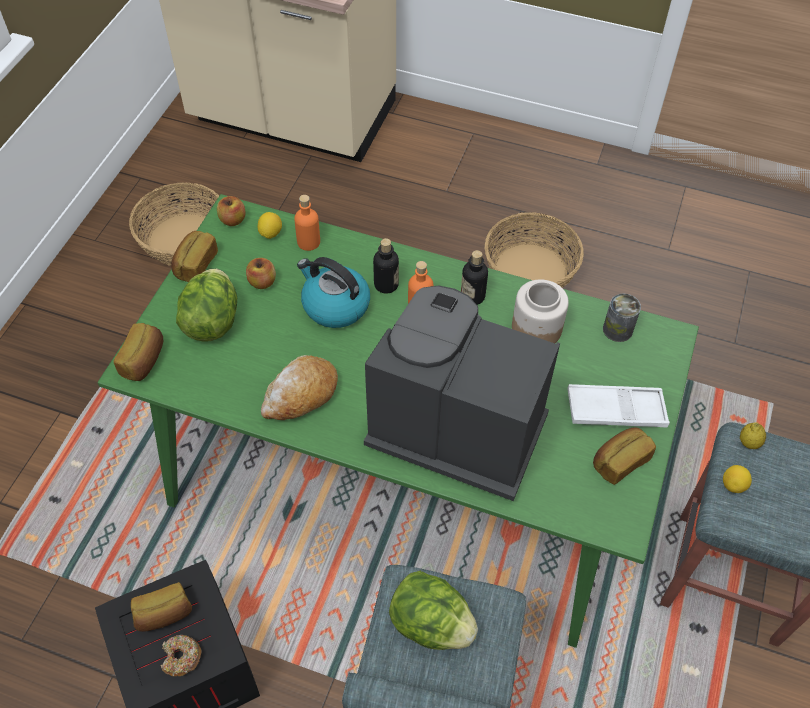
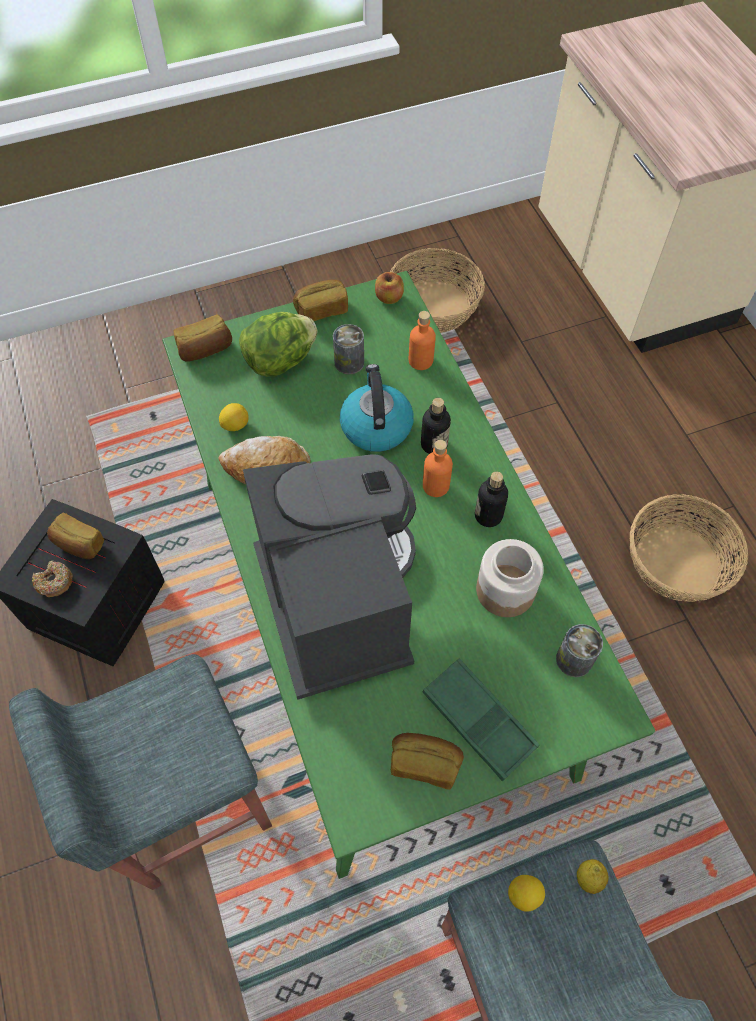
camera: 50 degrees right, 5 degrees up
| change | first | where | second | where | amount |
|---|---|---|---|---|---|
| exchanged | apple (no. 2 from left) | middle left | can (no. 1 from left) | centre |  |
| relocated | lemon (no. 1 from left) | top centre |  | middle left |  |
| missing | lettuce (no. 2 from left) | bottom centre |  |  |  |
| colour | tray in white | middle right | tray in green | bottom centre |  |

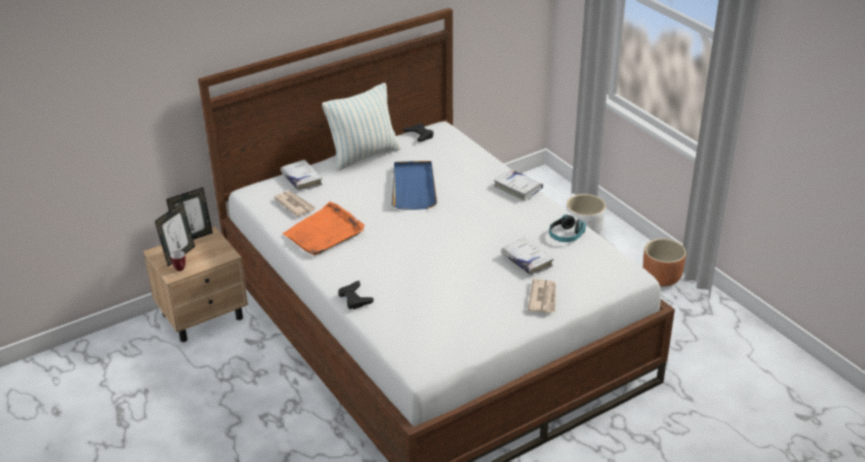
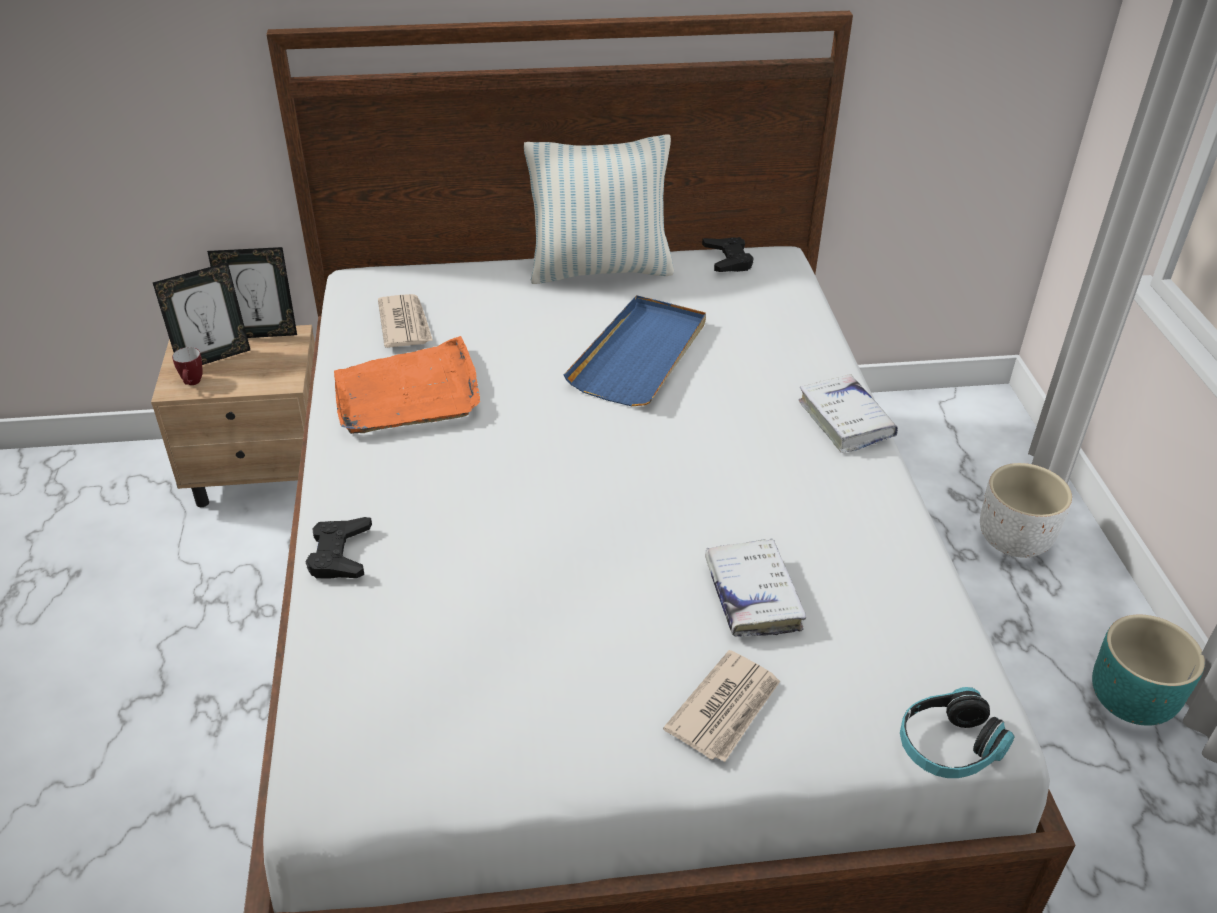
camera: 25 degrees right, 5 degrees up
| change | first | where | second | where | amount |
|---|---|---|---|---|---|
| missing | book in white (no. 1 from left) | centre |  |  |  |
| relocated | headphones | centre |  | bottom right |  |
| colour | planter in brown | middle right | planter in turquoise | bottom right |  |

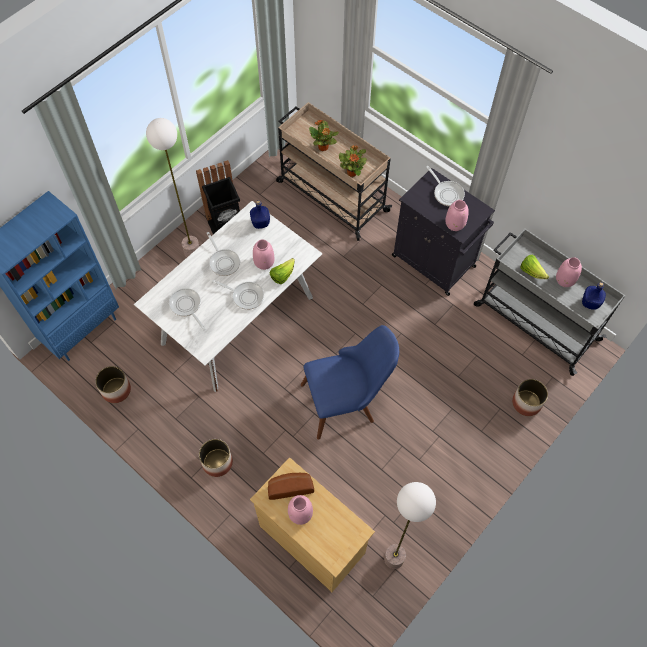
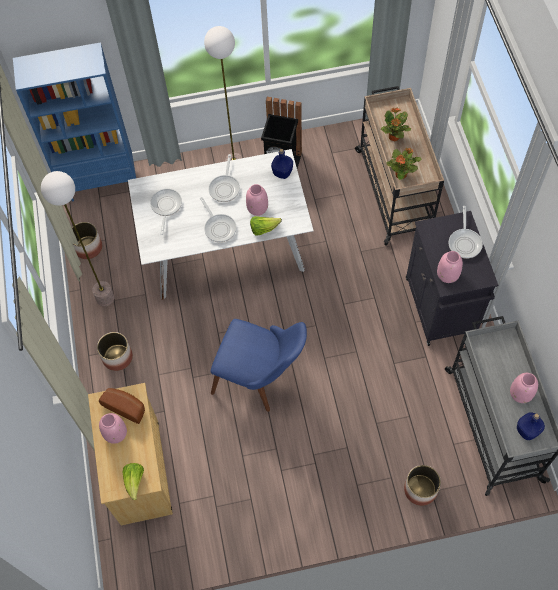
camera: 40 degrees right, 0 degrees up
| change | first | where | second | where | amount |
|---|---|---|---|---|---|
| relocated | floor lamp (no. 2 from left in the first image) | bottom centre | floor lamp (no. 1 from left) | middle left |  |
| relocated | lettuce (no. 2 from left in the first image) | middle right | lettuce (no. 1 from left) | bottom left |  |

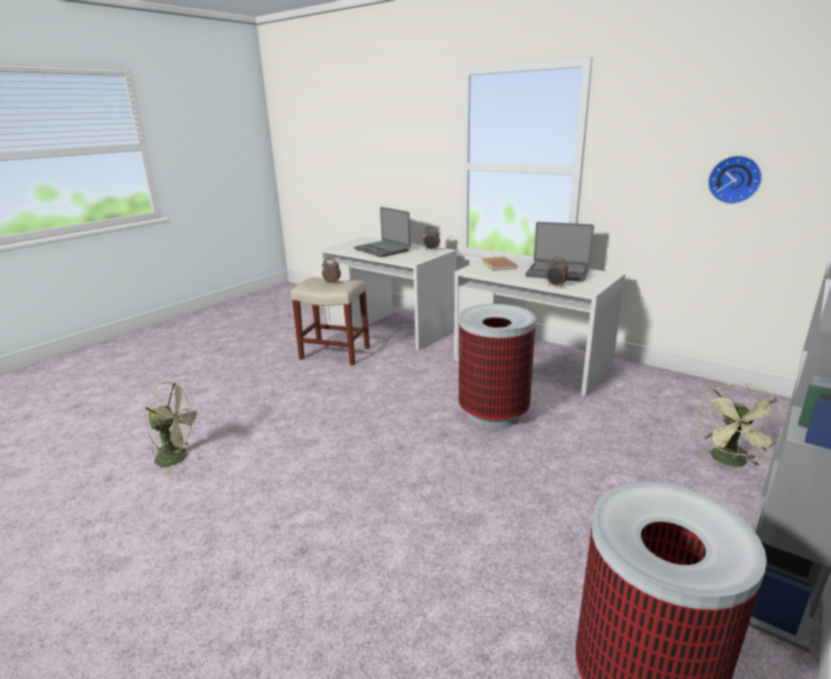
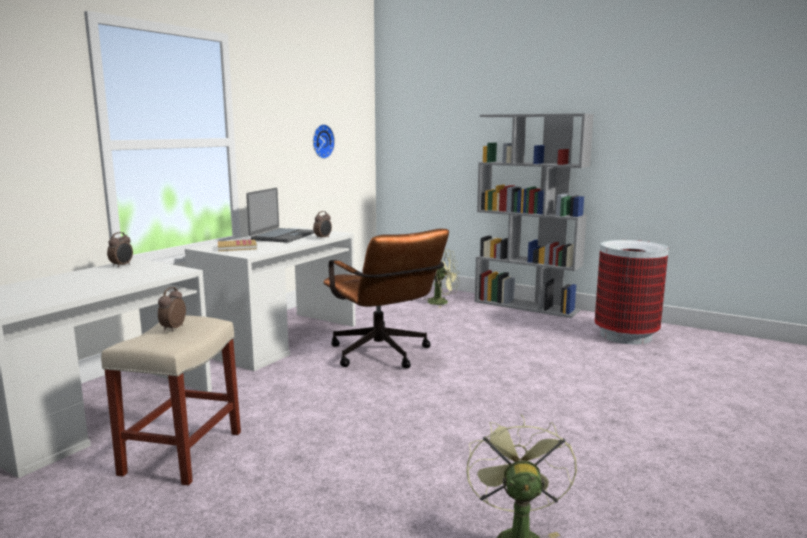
camera: 95 degrees left, 10 degrees down
| change | first | where | second | where | amount |
|---|---|---|---|---|---|
| missing | laptop (no. 1 from left) | centre |  |  |  |
| exchanged | trash can (no. 1 from left) | centre | office chair in brown | centre |  |

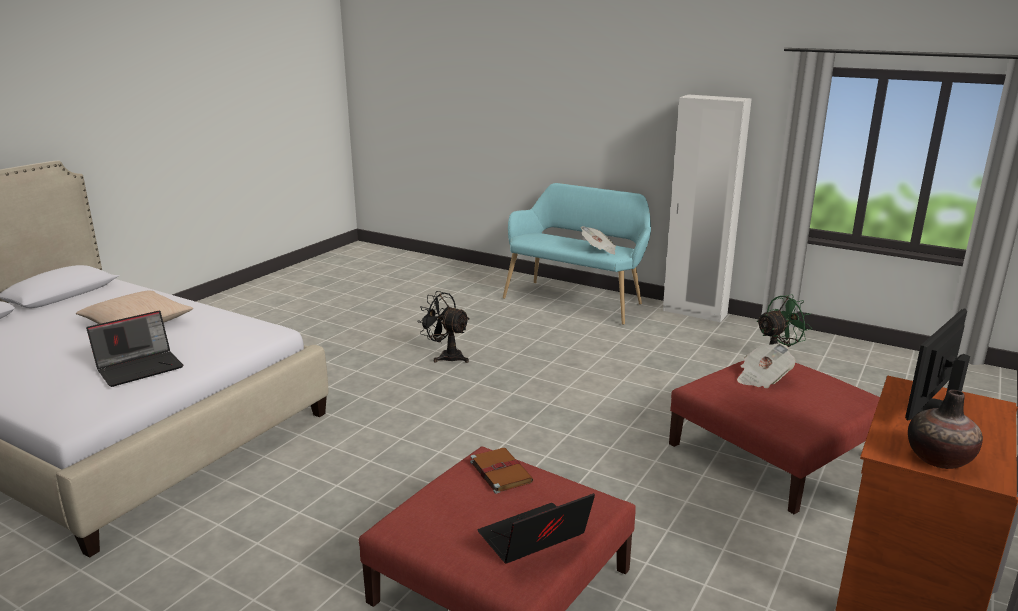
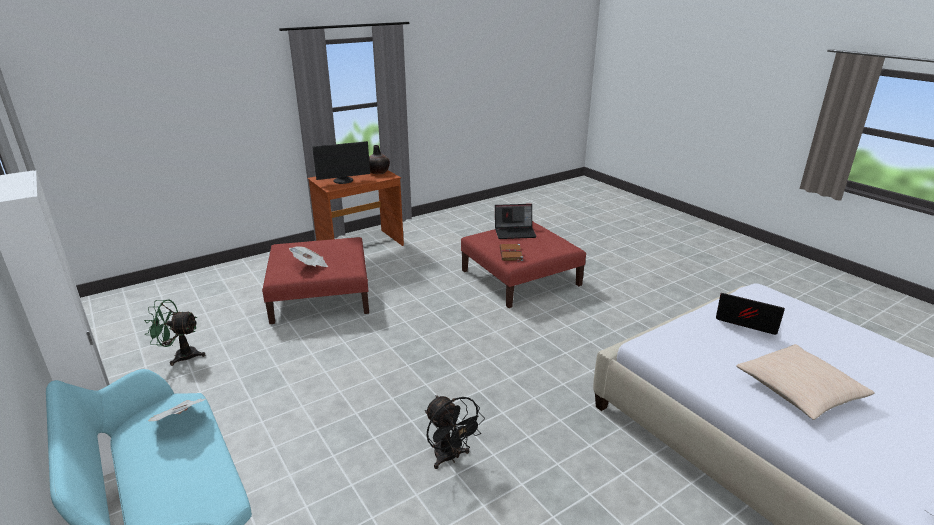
camera: 155 degrees left, 5 degrees up
| change | first | where | second | where | amount |
|---|---|---|---|---|---|
| spun | laptop (no. 1 from left in the first image) | middle left | laptop (no. 2 from left) | middle right | 45 degrees clockwise |

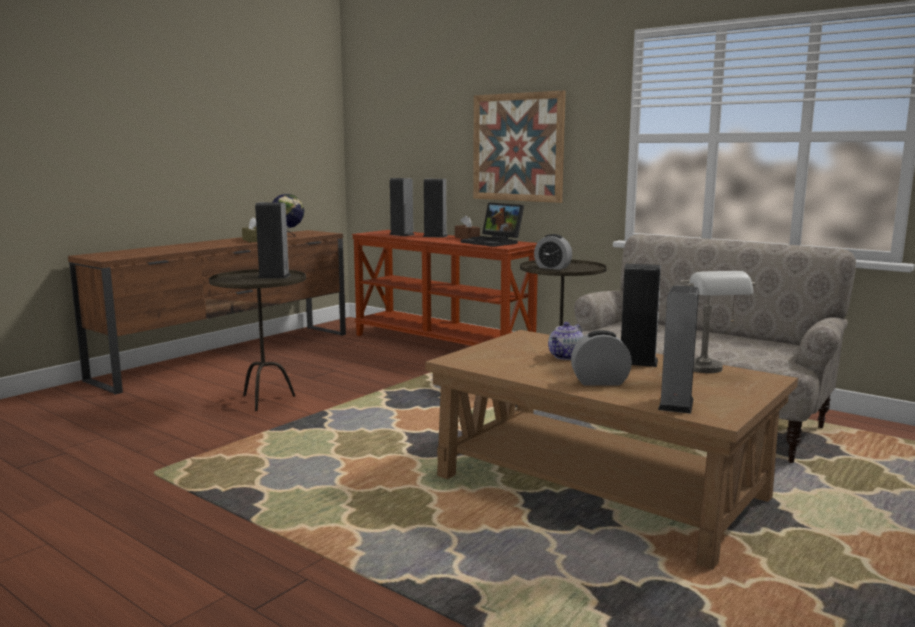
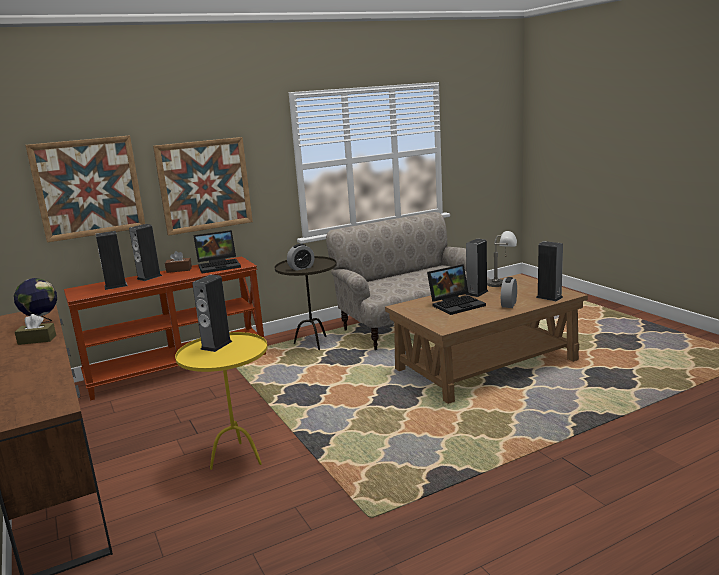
camera: 65 degrees left, 5 degrees up
| change | first | where | second | where | amount |
|---|---|---|---|---|---|
| colour | side table in brown (no. 1 from left) | middle left | side table in yellow | bottom left |  |
| exchanged | teapot | centre | laptop (no. 2 from left) | centre |  |
| appeared |  |  | picture (no. 1 from left) | top left |  |

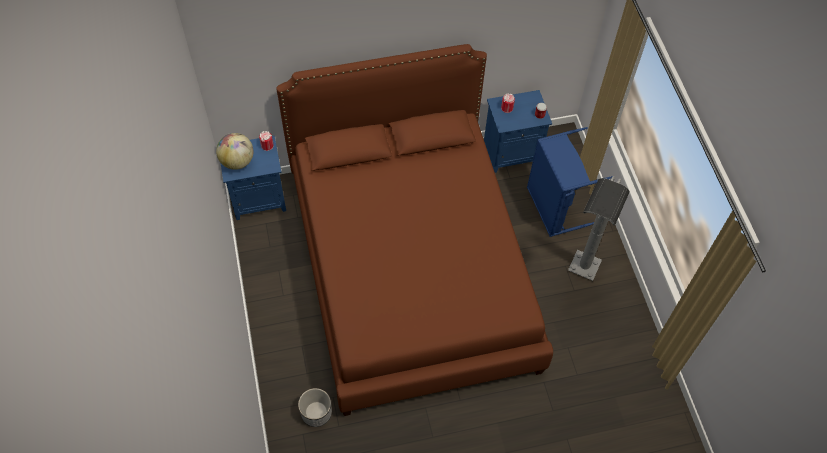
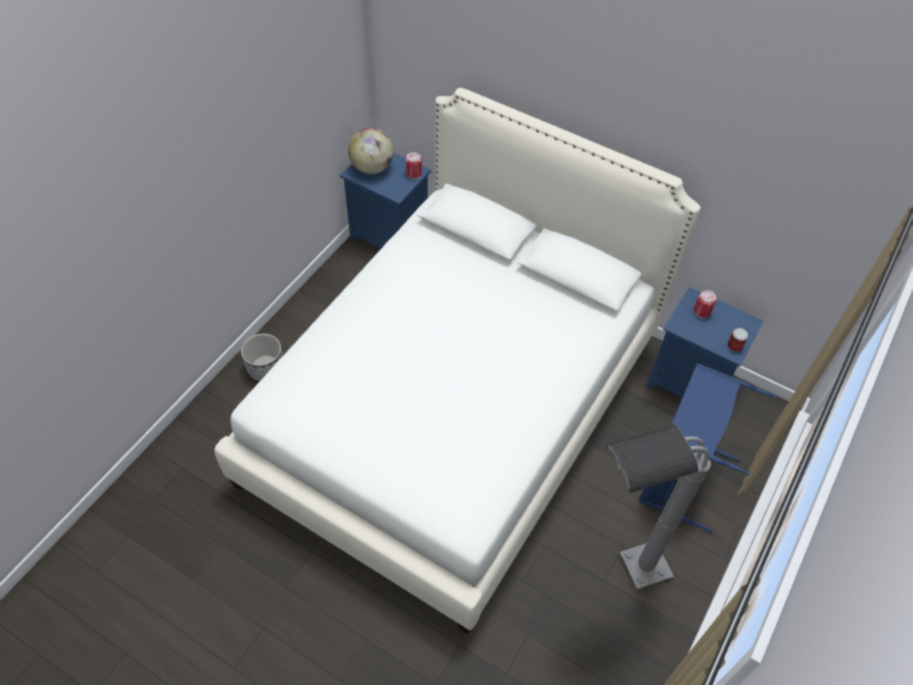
camera: 45 degrees right, 5 degrees down
| change | first | where | second | where | amount |
|---|---|---|---|---|---|
| colour | bed in brown | centre | bed in white | centre |  |
| relocated | planter | bottom centre |  | middle left |  |

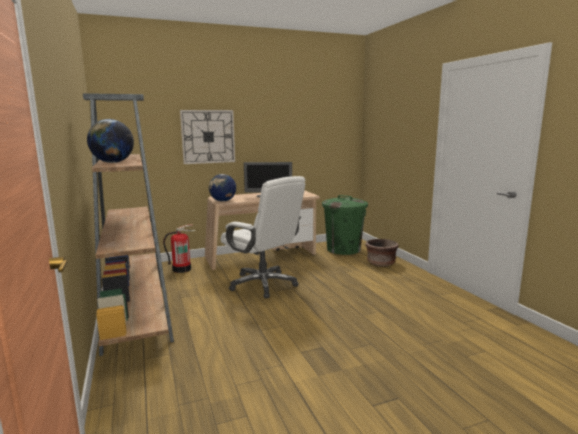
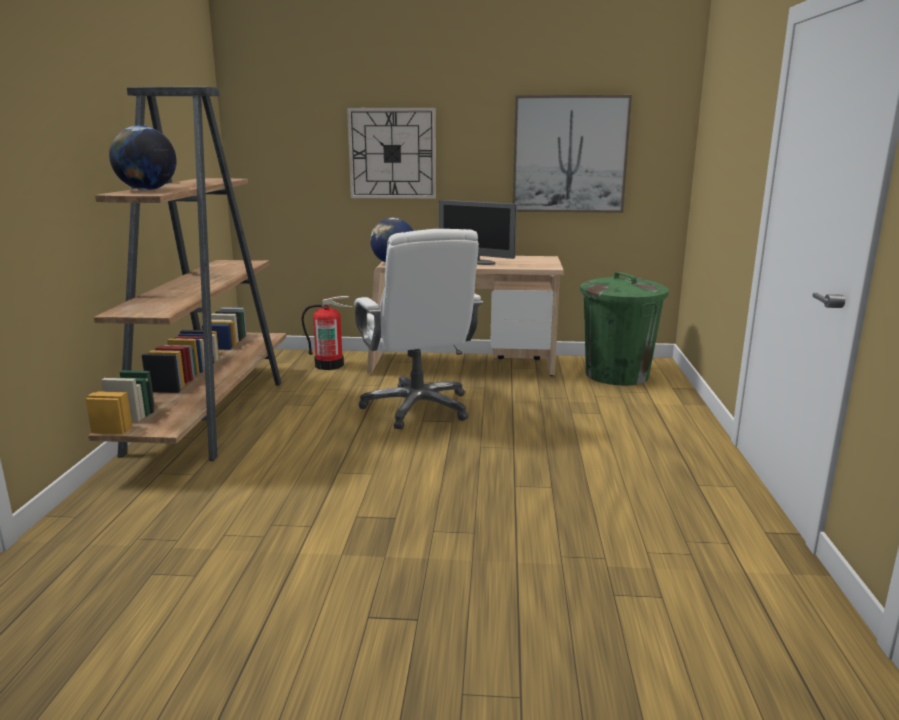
camera: 25 degrees right, 5 degrees up
| change | first | where | second | where | amount |
|---|---|---|---|---|---|
| missing | planter in brown | centre |  |  |  |
| appeared |  |  | picture | top centre |  |

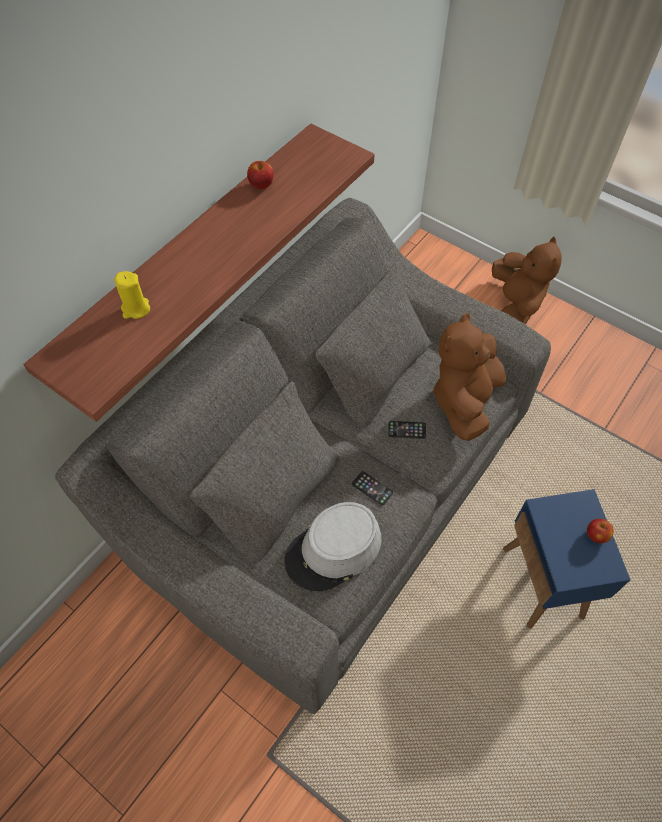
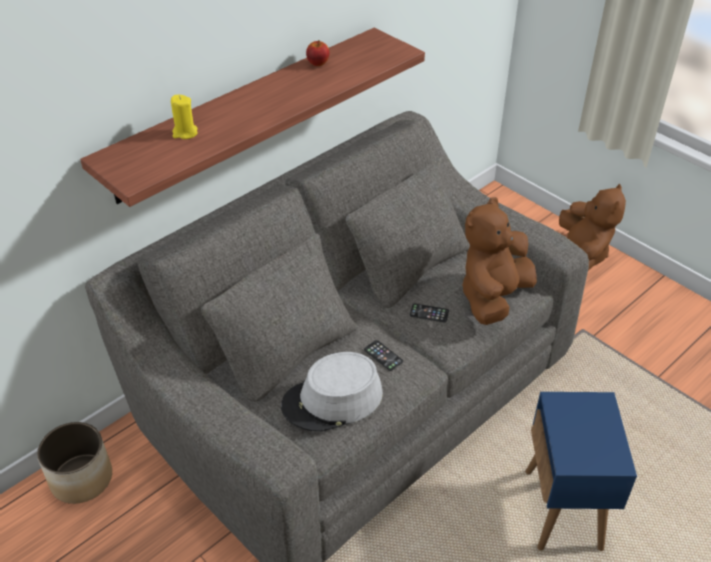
camera: 10 degrees right, 15 degrees down
| change | first | where | second | where | amount |
|---|---|---|---|---|---|
| missing | apple (no. 2 from left) | middle right |  |  |  |
| appeared |  |  | planter | bottom left |  |

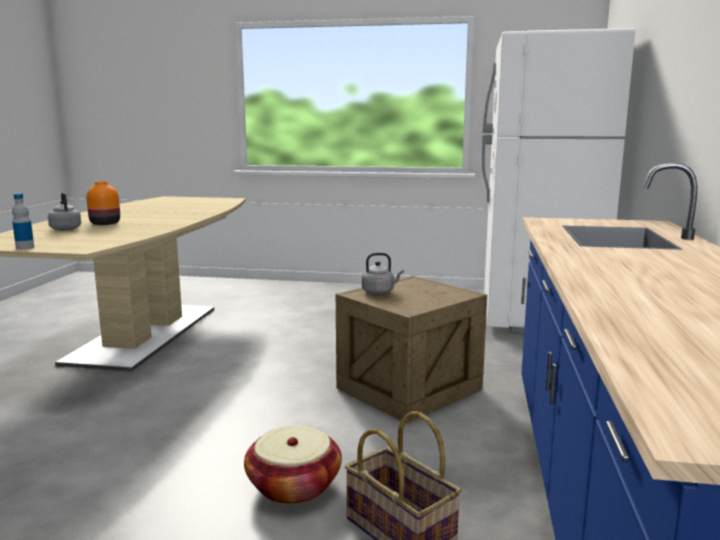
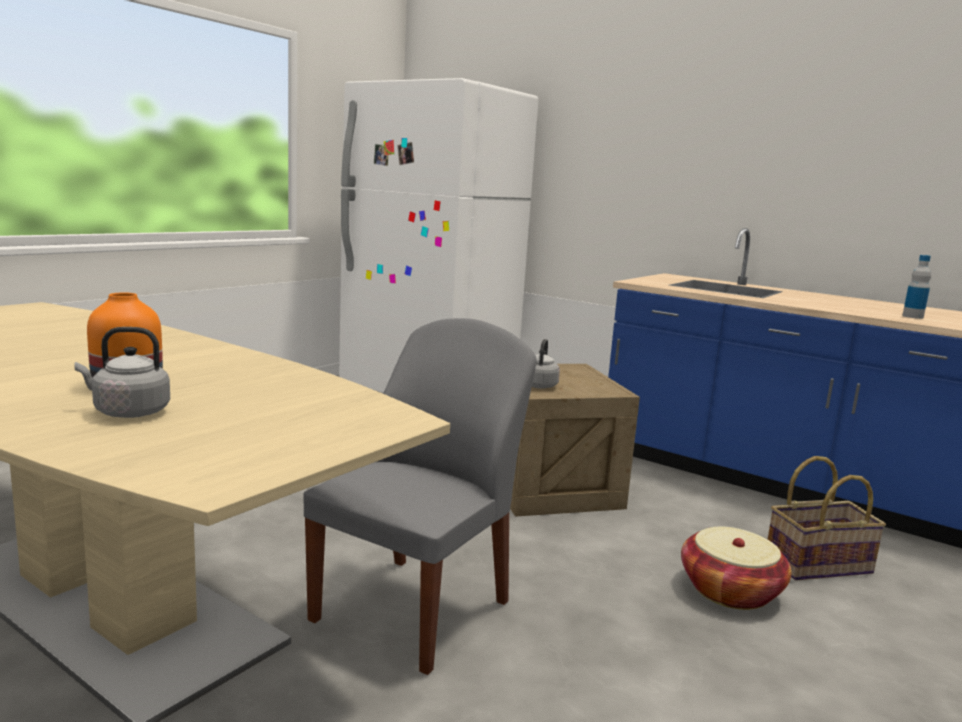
camera: 65 degrees left, 0 degrees up
| change | first | where | second | where | amount |
|---|---|---|---|---|---|
| relocated | bottle | middle left |  | middle right |  |
| appeared |  |  | chair in grey | bottom centre |  |

